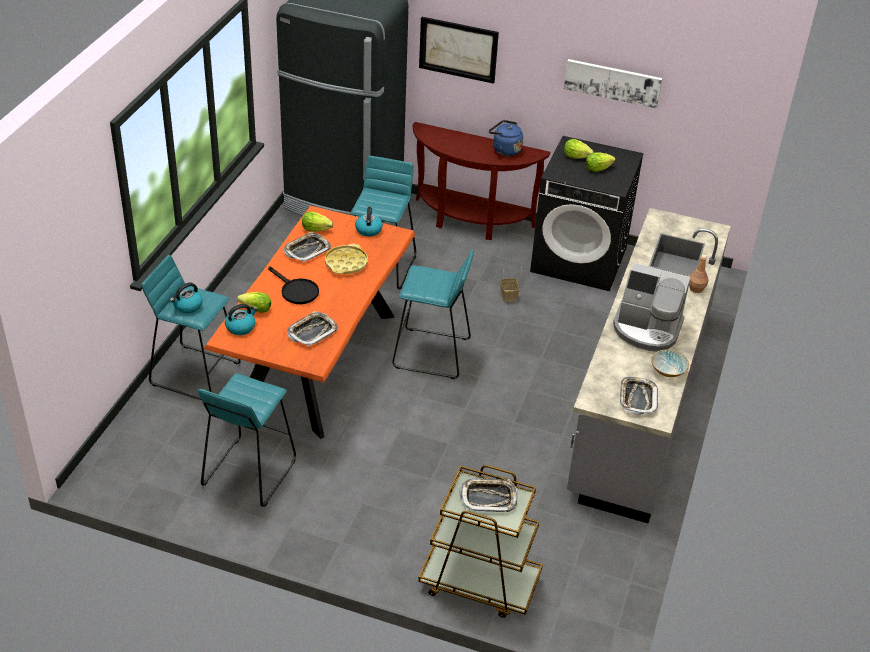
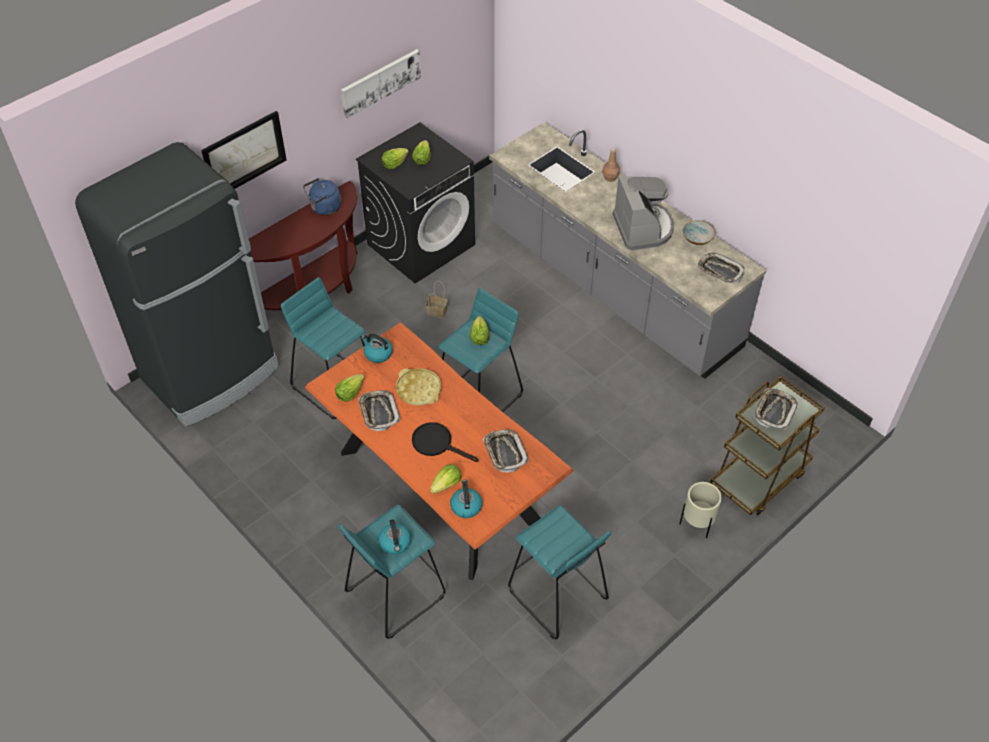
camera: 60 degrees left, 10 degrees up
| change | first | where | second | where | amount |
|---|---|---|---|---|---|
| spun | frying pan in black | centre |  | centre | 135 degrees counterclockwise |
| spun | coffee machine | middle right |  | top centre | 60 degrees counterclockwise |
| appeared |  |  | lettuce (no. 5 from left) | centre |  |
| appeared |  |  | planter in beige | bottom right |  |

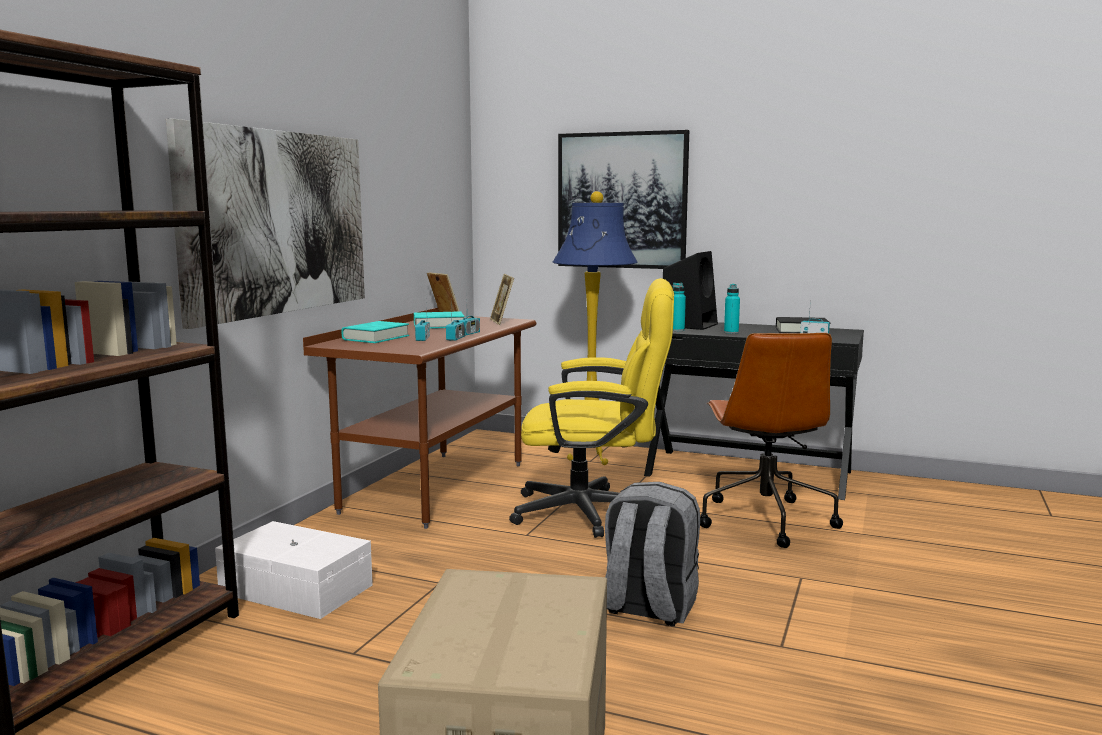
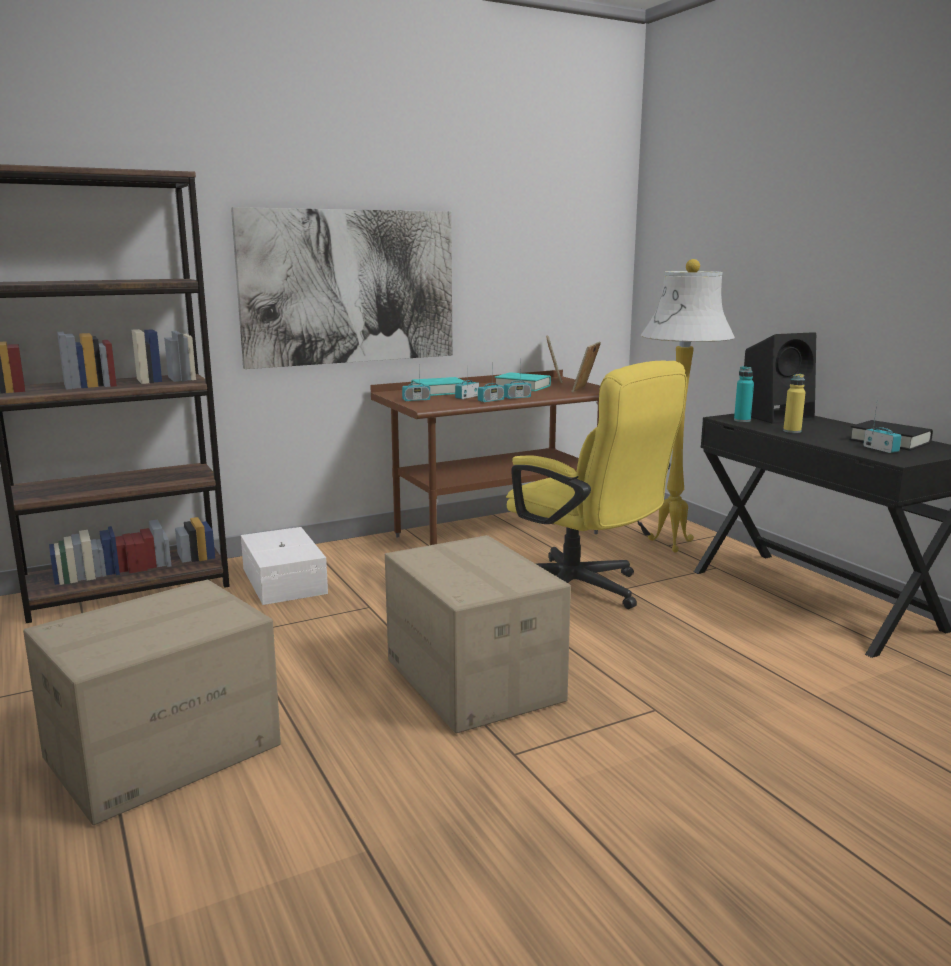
camera: 40 degrees right, 5 degrees up
| change | first | where | second | where | amount |
|---|---|---|---|---|---|
| colour | floor lamp in blue | centre | floor lamp in white | middle right |  |
| missing | picture (no. 2 from left) | top centre |  |  |  |
| exchanged | backpack in grey | bottom centre | cardboard box (no. 2 from left) | centre |  |
| missing | office chair in brown | middle right |  |  |  |
| colour | bottle in turquoise (no. 2 from left) | centre | bottle in yellow | middle right |  |
| appeared |  |  | radio (no. 1 from left) | centre |  |

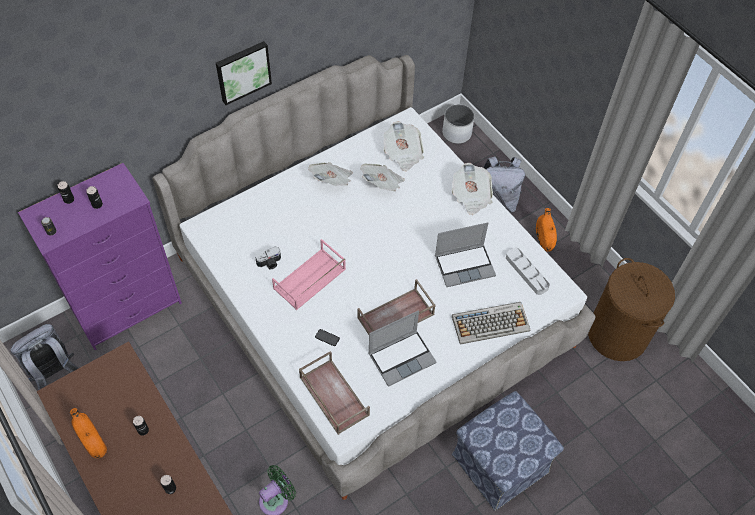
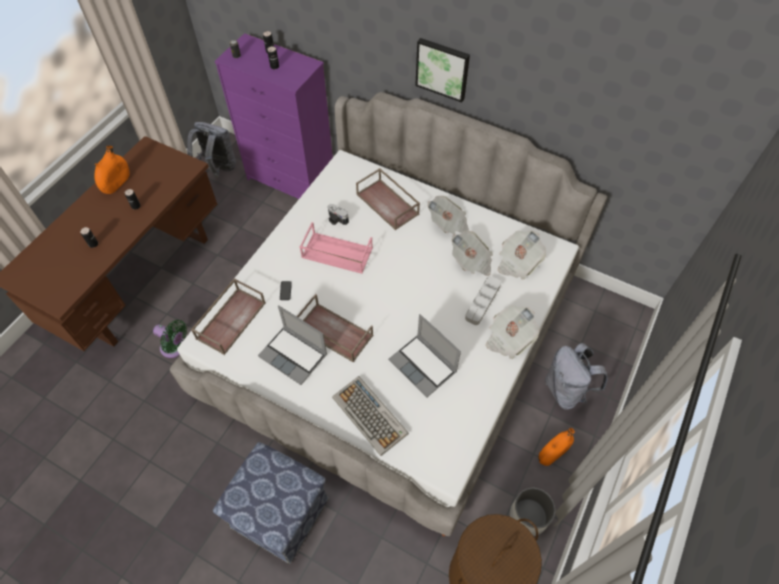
camera: 65 degrees right, 0 degrees up
| change | first | where | second | where | amount |
|---|---|---|---|---|---|
| relocated | planter in white | top centre |  | bottom right |  |
| relocated | tray in grey | middle right |  | centre |  |
| appeared |  |  | tray in brown (no. 3 from left) | centre |  |

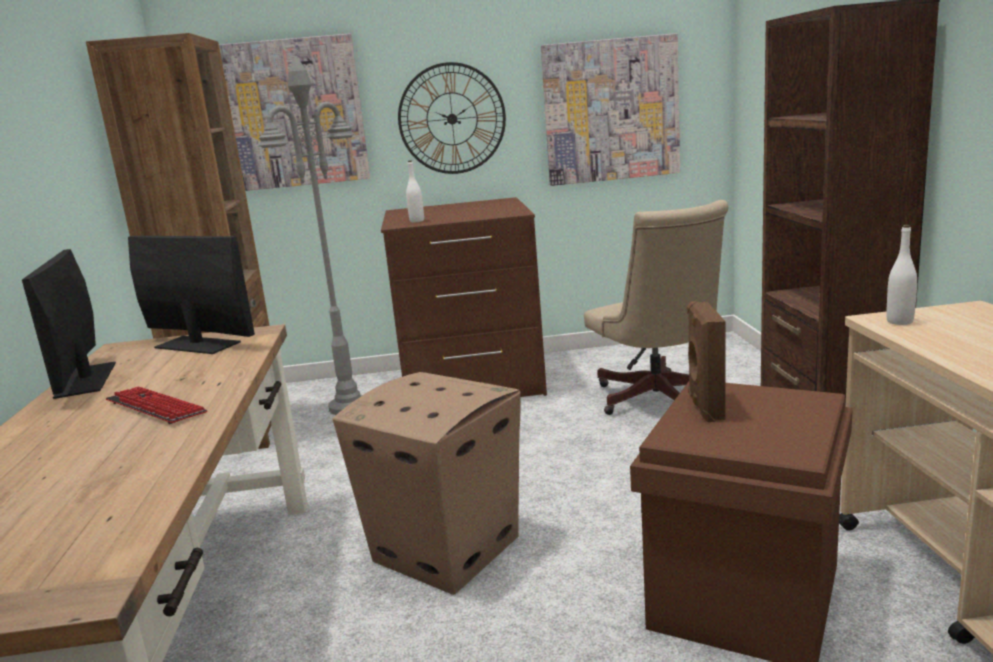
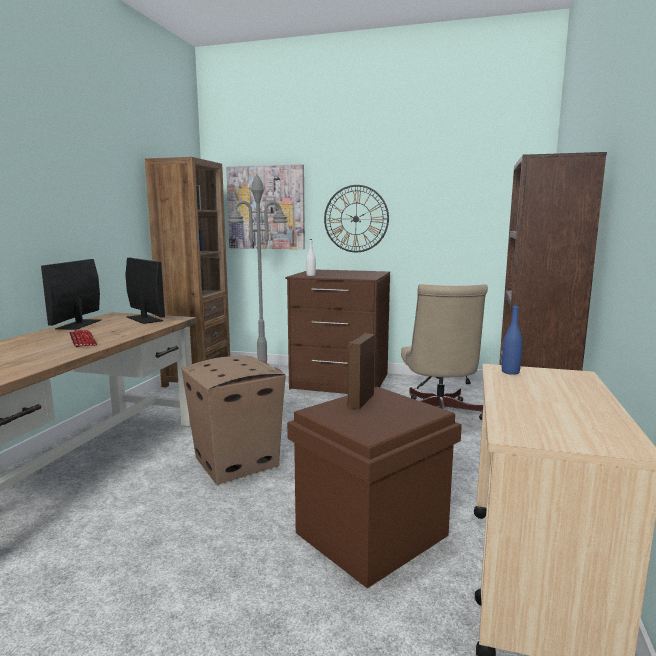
camera: 20 degrees right, 5 degrees down
| change | first | where | second | where | amount |
|---|---|---|---|---|---|
| missing | picture (no. 2 from left) | top centre |  |  |  |
| colour | bottle in white (no. 2 from left) | middle right | bottle in blue | middle right |  |

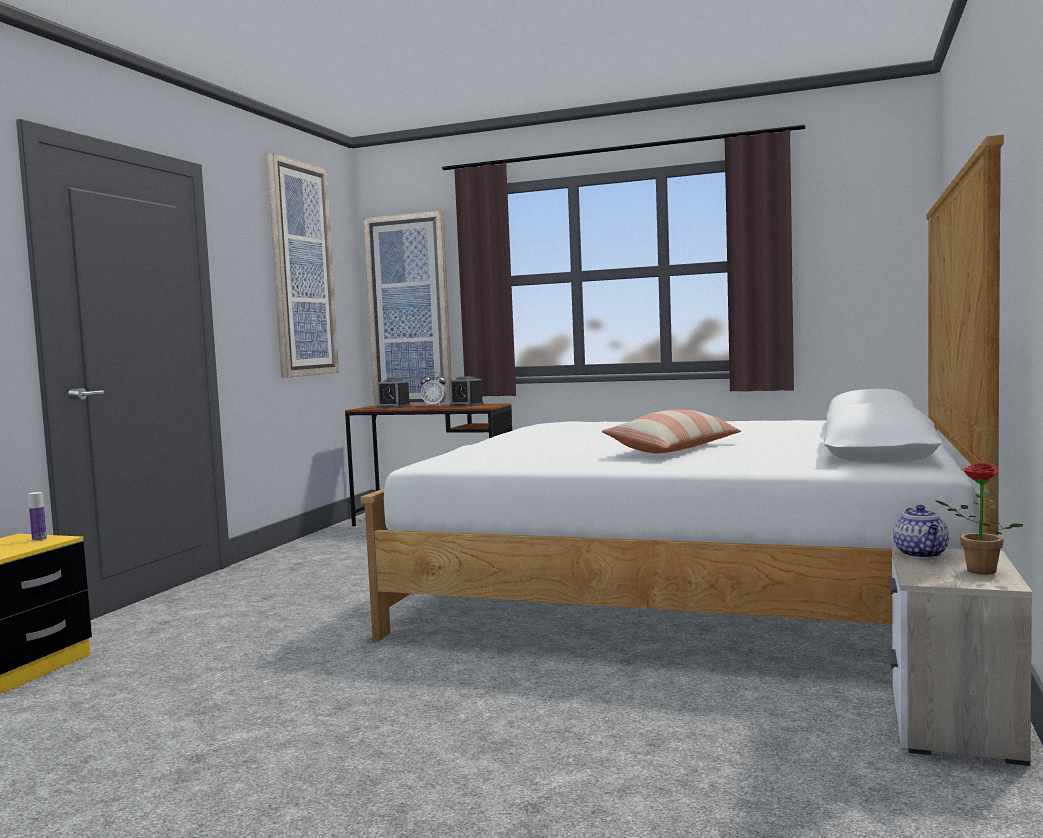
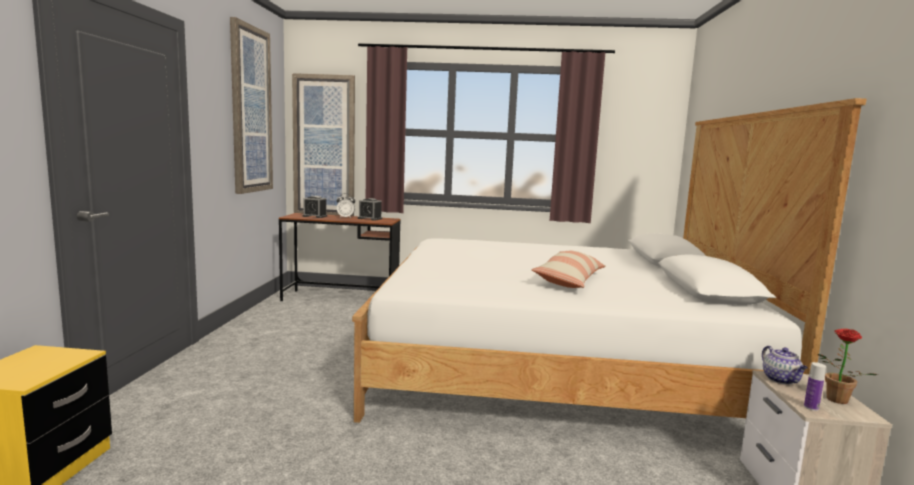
camera: 15 degrees left, 5 degrees up
| change | first | where | second | where | amount |
|---|---|---|---|---|---|
| relocated | bottle | middle left |  | bottom right |  |

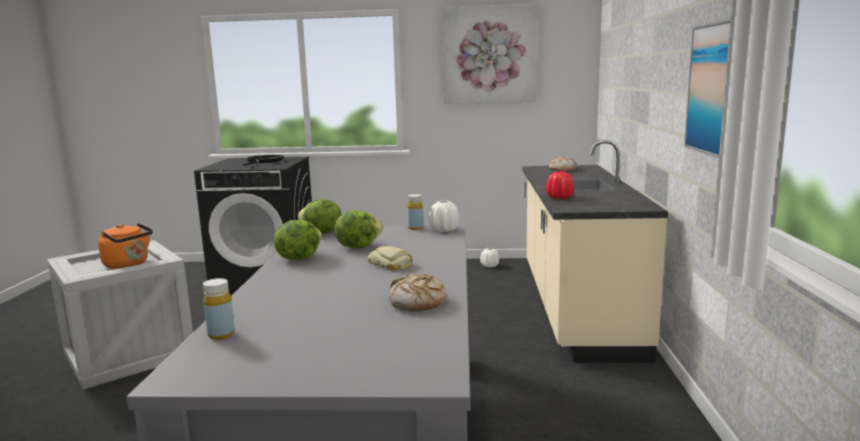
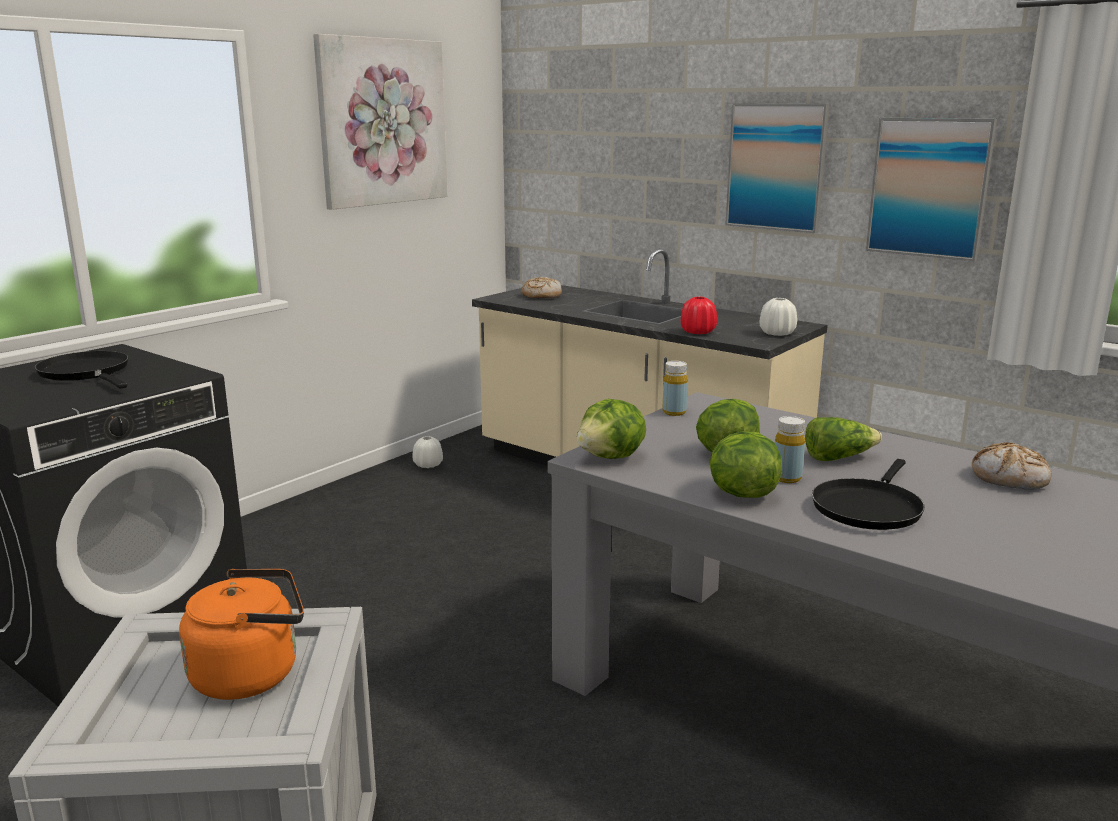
camera: 55 degrees left, 5 degrees up
| change | first | where | second | where | amount |
|---|---|---|---|---|---|
| relocated | bottle in yellow (no. 1 from left in the first image) | bottom left | bottle in yellow (no. 2 from left) | middle right |  |
| exchanged | bread (no. 1 from left) | centre | lettuce (no. 4 from left) | middle right |  |
| relocated | vase in white (no. 1 from left in the first image) | centre | vase in white (no. 2 from left) | middle right |  |
| appeared |  |  | picture (no. 2 from left) | top right |  |
| appeared |  |  | frying pan in black (no. 2 from left) | middle right |  |

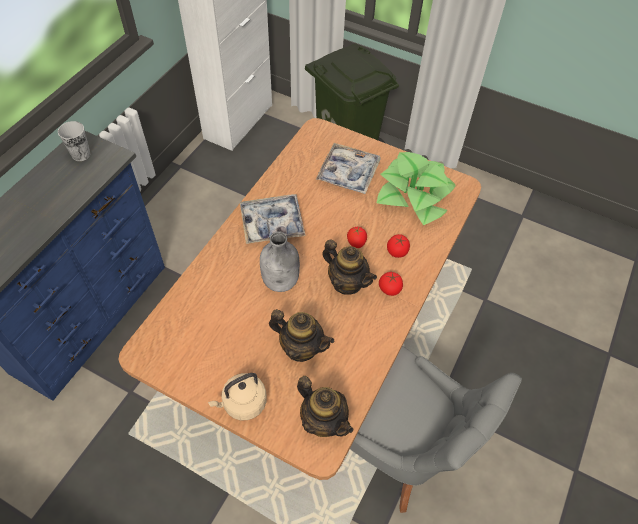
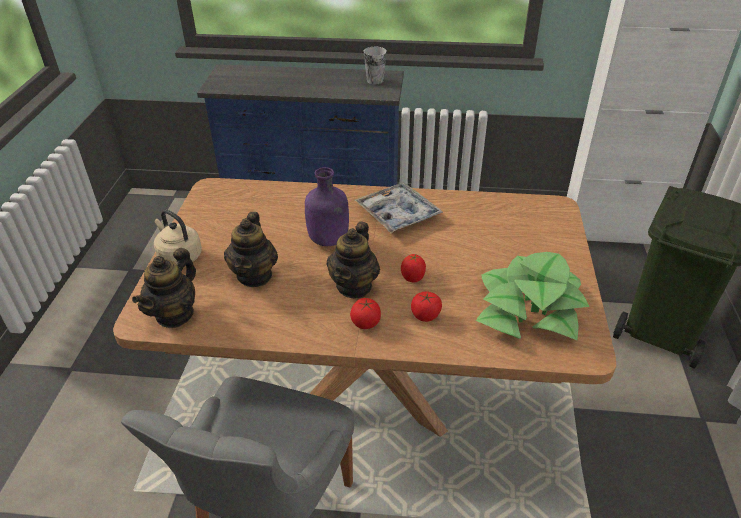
camera: 70 degrees right, 15 degrees down
| change | first | where | second | where | amount |
|---|---|---|---|---|---|
| colour | bottle in grey | centre | bottle in purple | centre |  |
| missing | tray (no. 2 from left) | top centre |  |  |  |

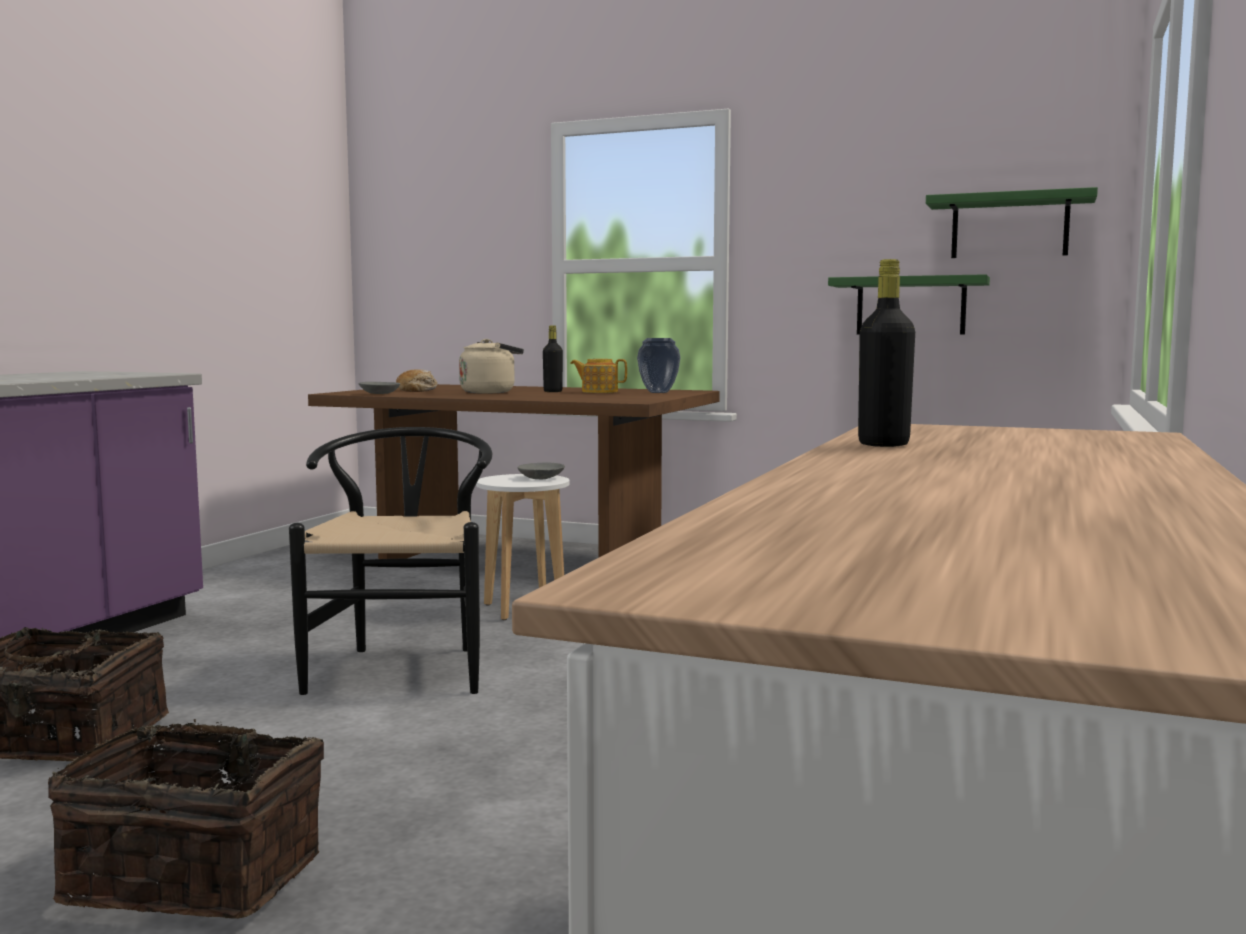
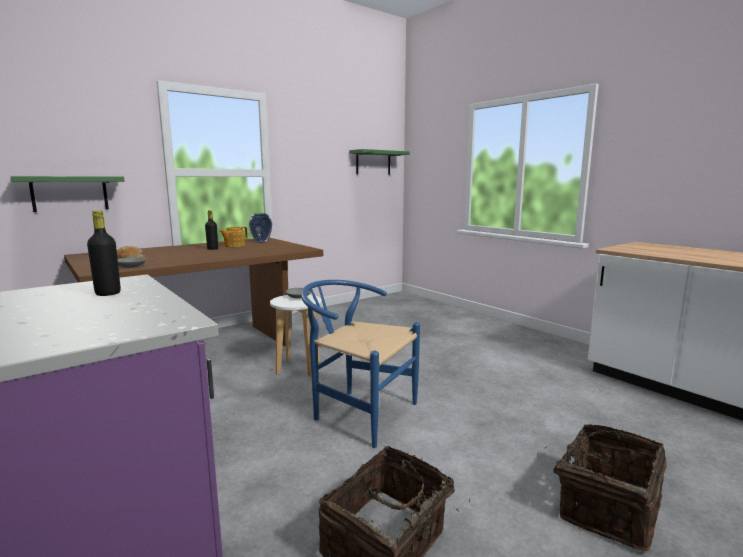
camera: 60 degrees left, 5 degrees up
| change | first | where | second | where | amount |
|---|---|---|---|---|---|
| colour | chair in black | middle left | chair in blue | centre |  |
| missing | kettle in beige | centre |  |  |  |
| relocated | shelf in green (no. 1 from left) | top right |  | middle left |  |
| relocated | bottle in black (no. 2 from left in the first image) | middle right | bottle in black (no. 1 from left) | middle left |  |

